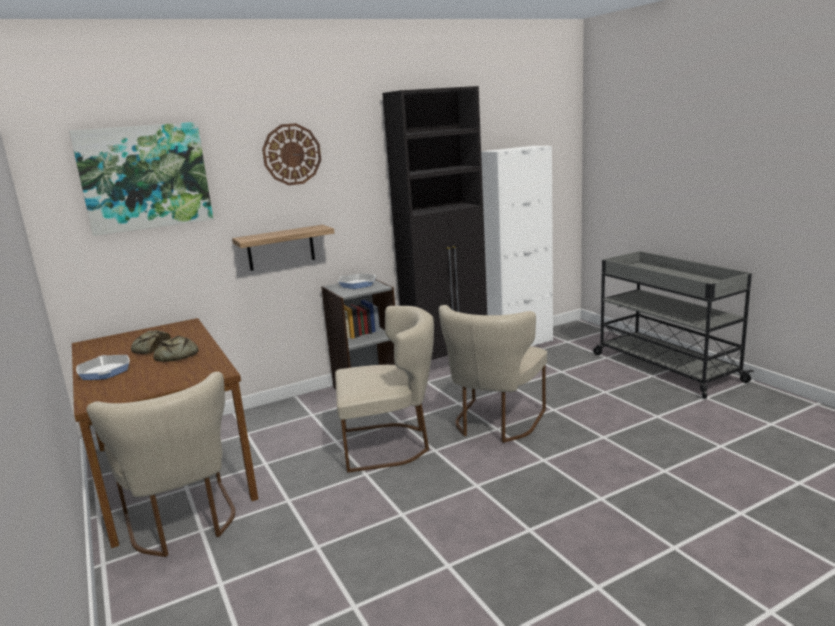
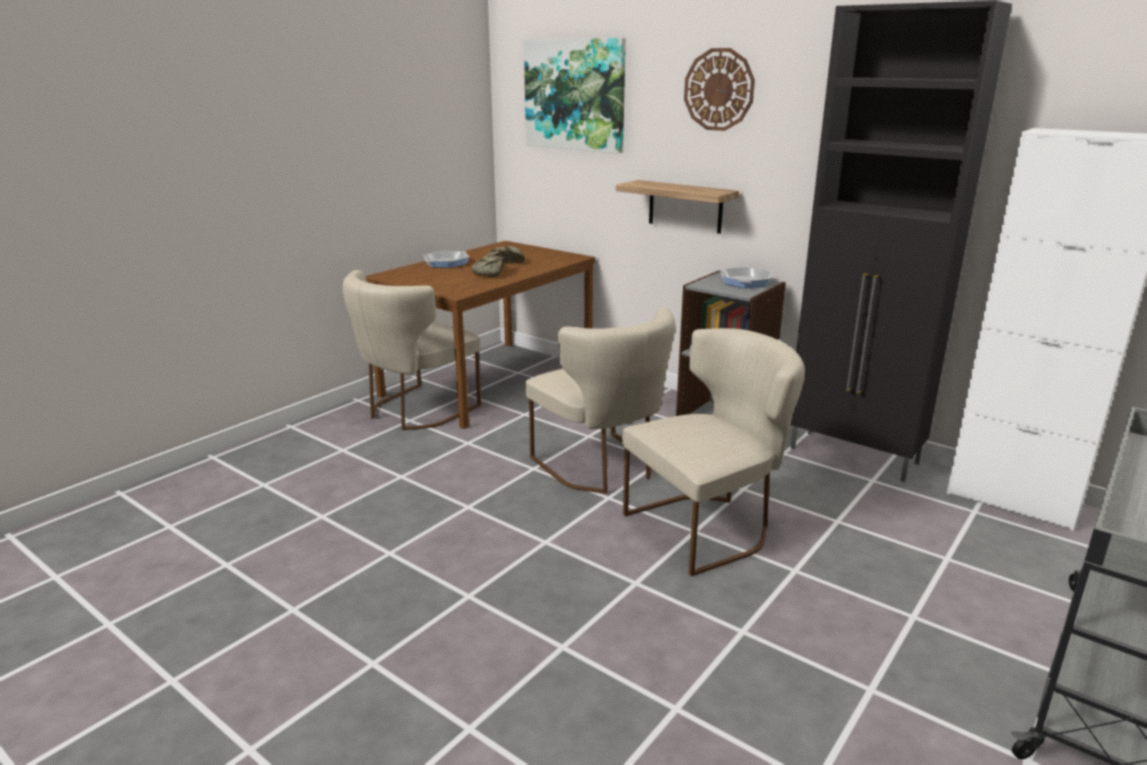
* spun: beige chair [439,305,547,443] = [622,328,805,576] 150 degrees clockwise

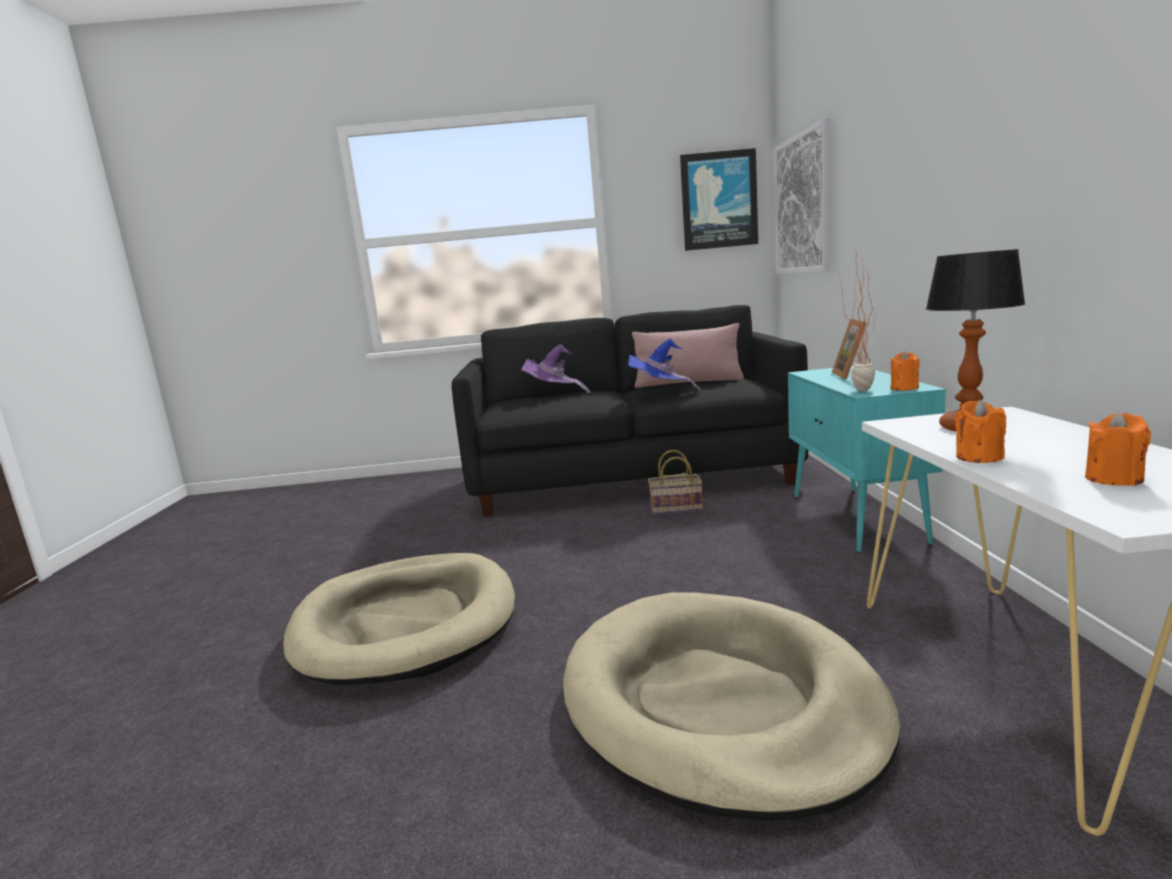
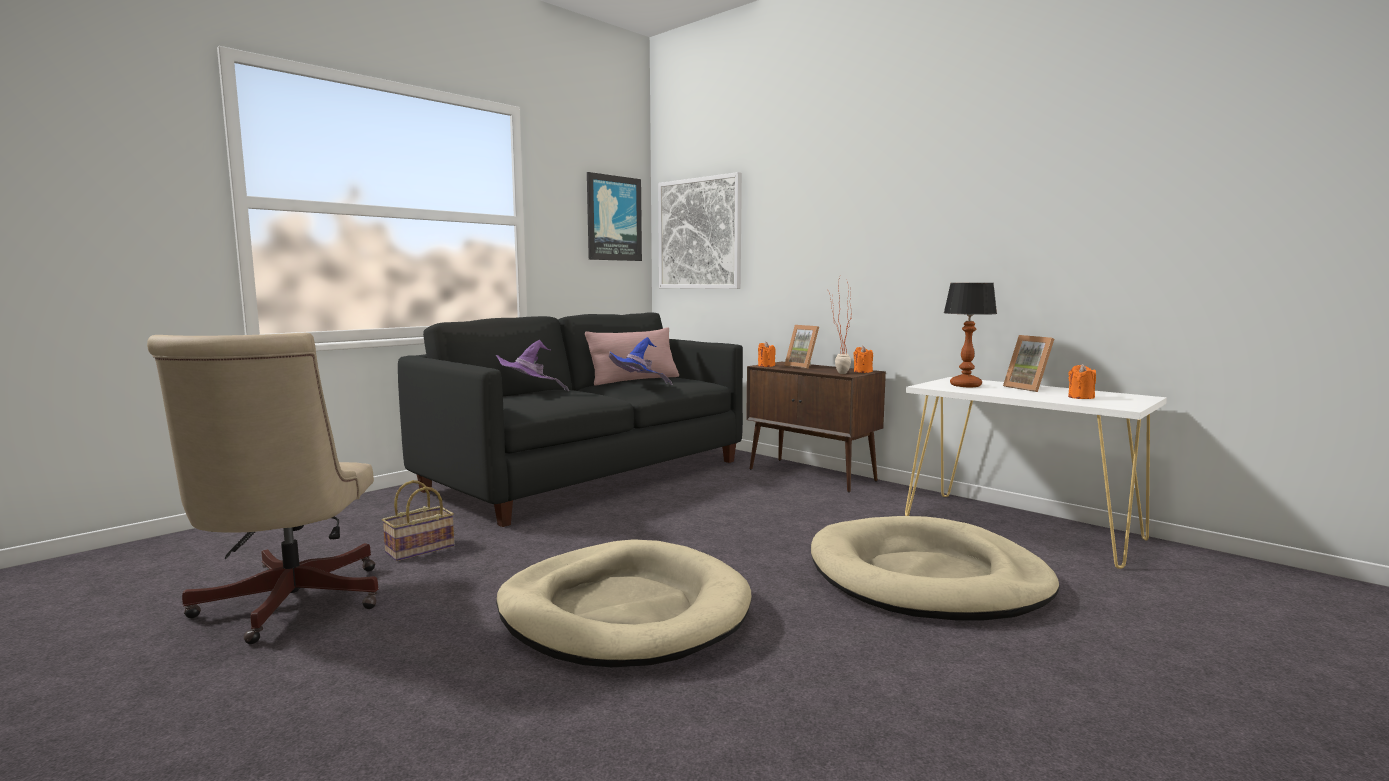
* appeared: beige office chair [147,333,379,644]
* relocated: basket [648,450,703,515] to [382,480,454,561]
* colour: turquoise cabinet [788,366,946,553] to brown cabinet [746,362,886,493]
* relocated: orange candle [955,400,1006,463] to [758,342,776,367]
* appeared: picture frame [1003,335,1054,392]

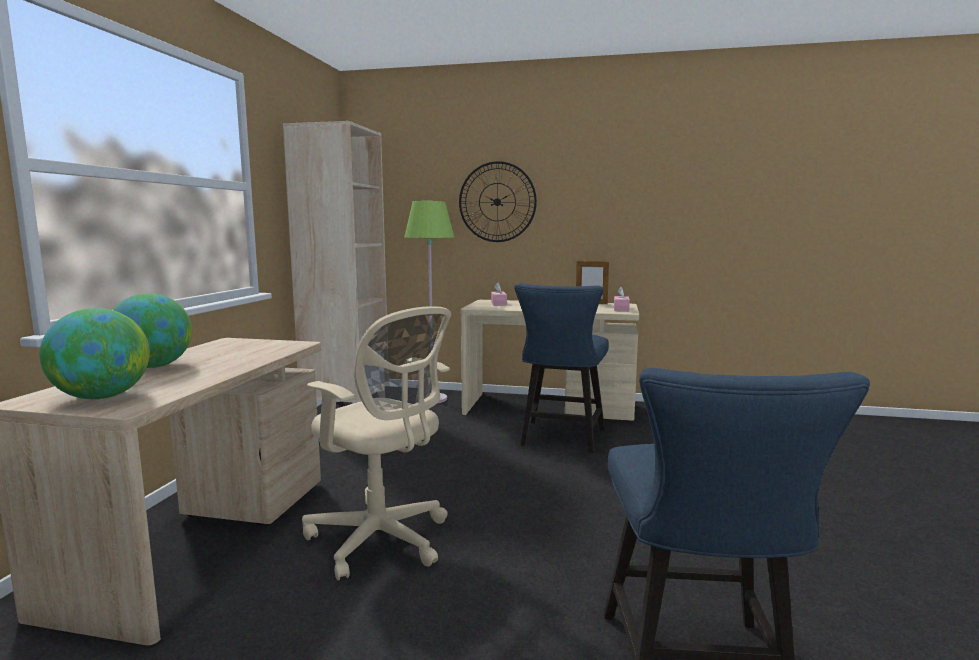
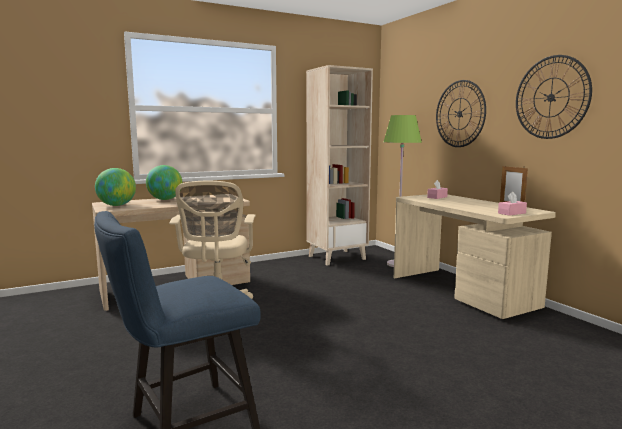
* appeared: wall clock [516,55,592,139]
* missing: blue chair [514,283,609,453]

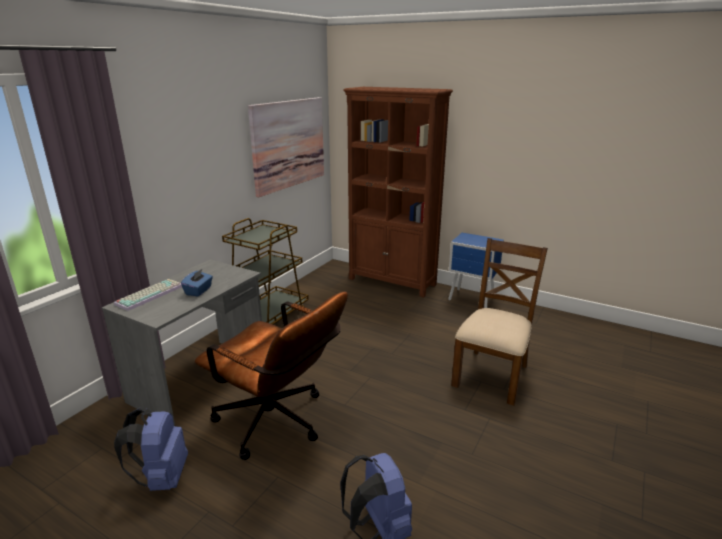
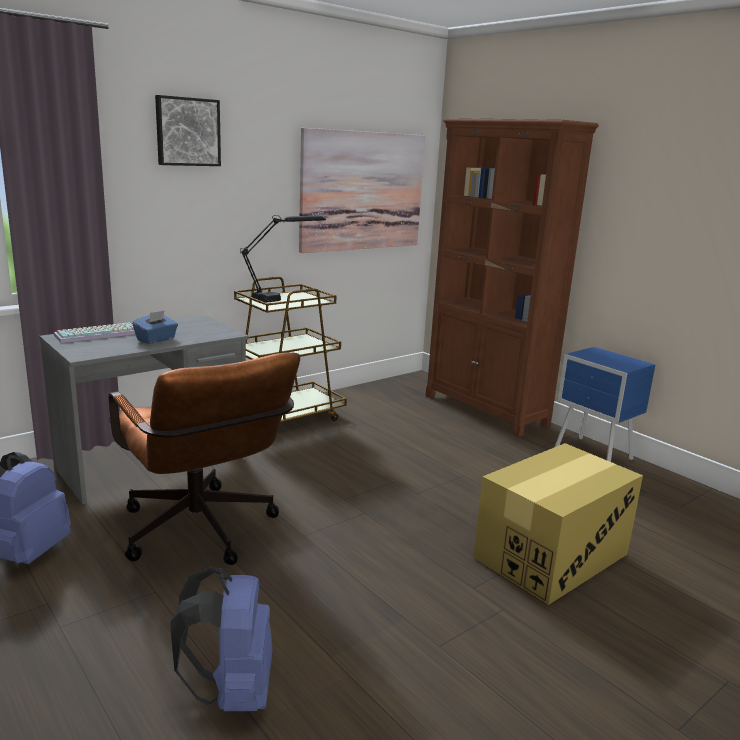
* appeared: picture [155,95,221,166]
* appeared: black table lamp [240,215,326,303]
* exchanged: brown chair [451,238,548,406] to cardboard box [473,443,643,605]

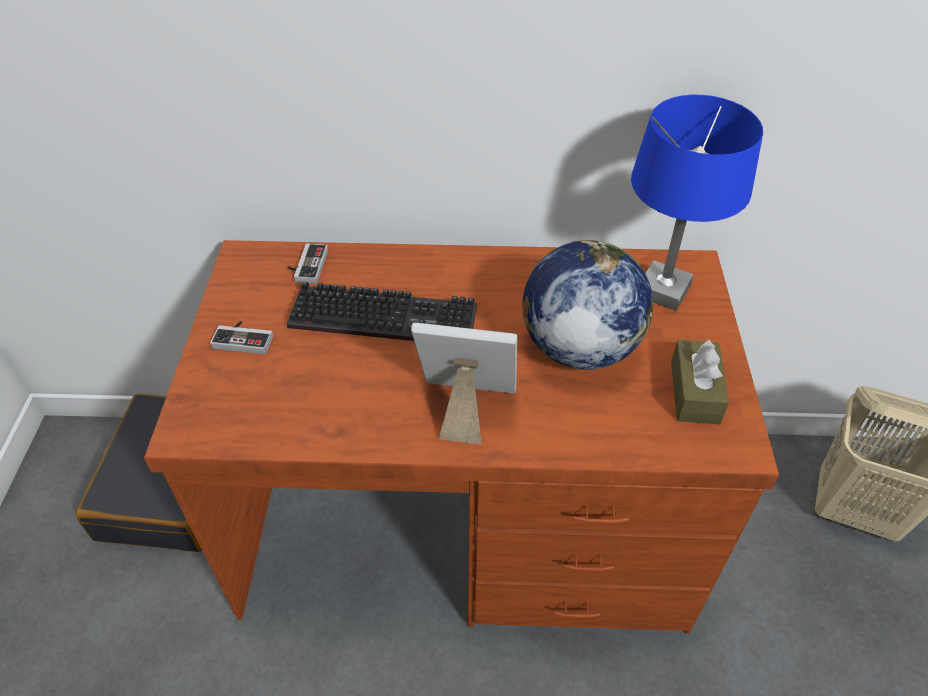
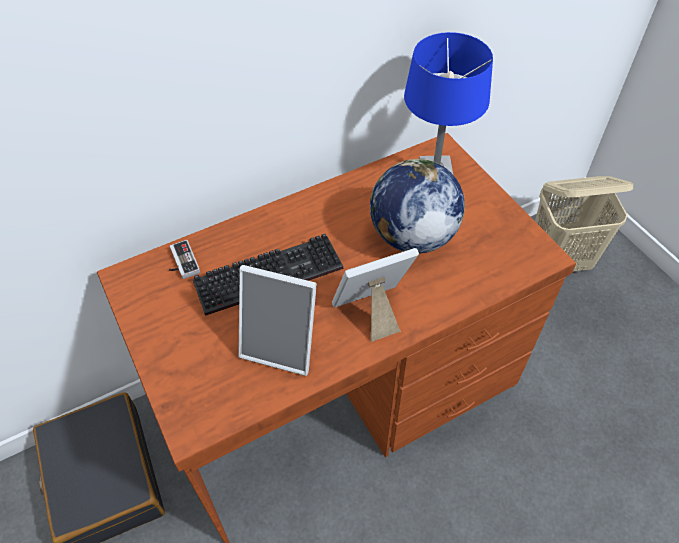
* appeared: picture frame [238,265,317,376]
* missing: game controller [210,321,273,354]
* missing: brown tissue box [671,340,729,425]

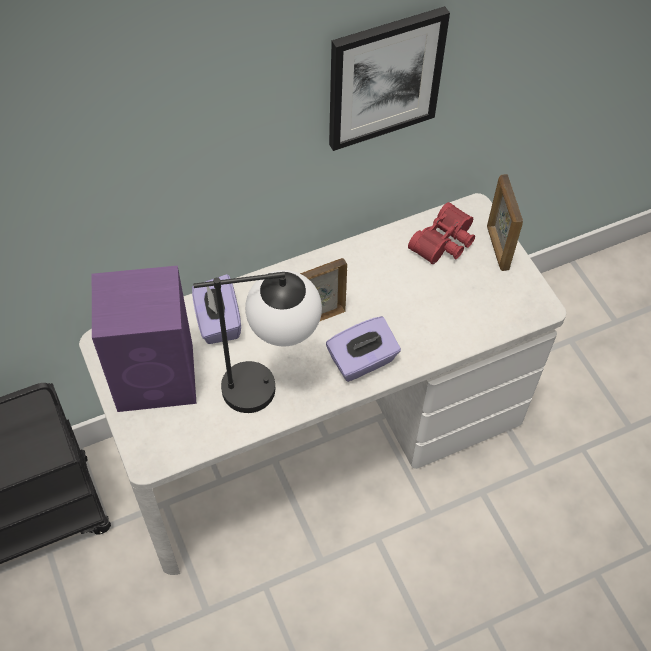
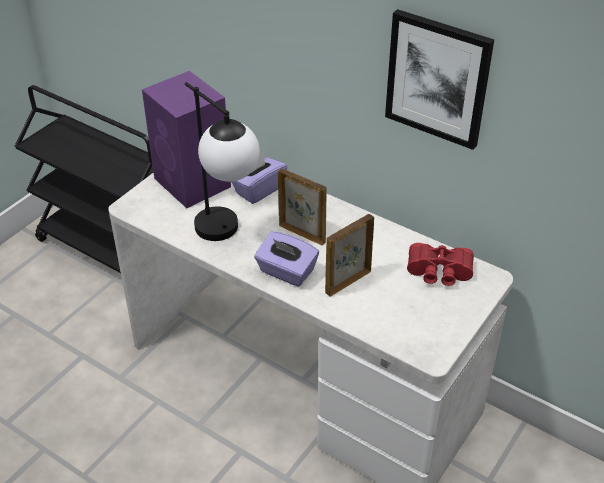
* relocated: picture frame [487,174,523,271] to [325,214,374,297]

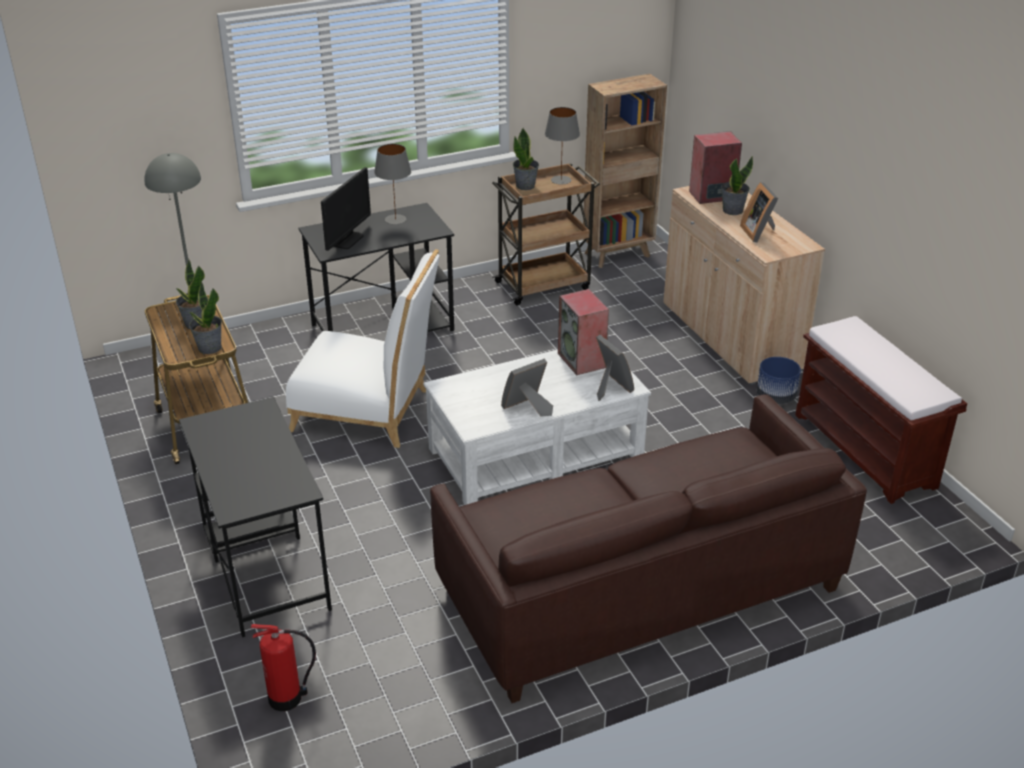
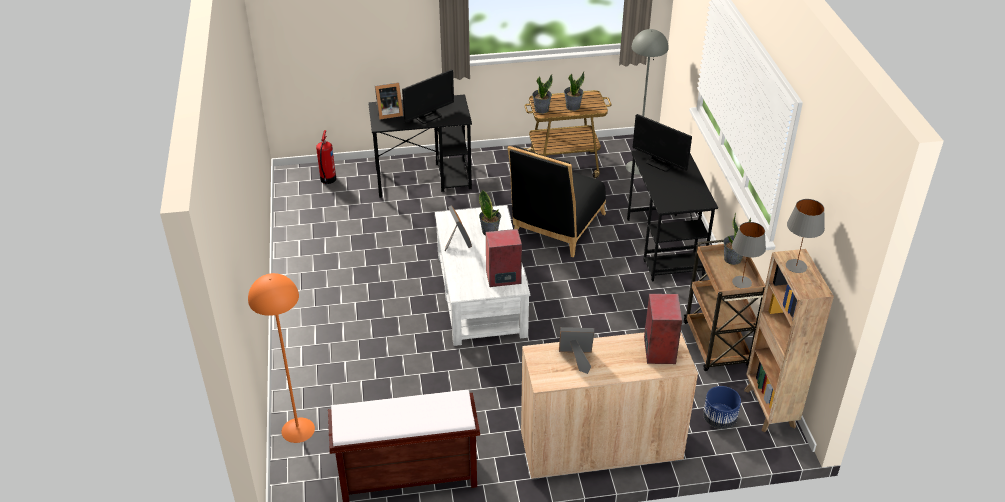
* appeared: orange floor lamp [248,273,315,443]
* relocated: picture frame [596,335,634,401] to [375,82,403,119]
* appeared: monitor [402,69,454,124]
* relocated: potted plant [721,156,753,215] to [479,190,501,236]
* colour: white chair [286,249,440,448] to black chair [507,146,606,257]
* relocated: blue planter [757,357,801,404] to [703,386,741,429]
* relocated: grey table lamp [374,144,411,224] to [786,199,825,273]
* missing: brown sofa [430,394,867,703]

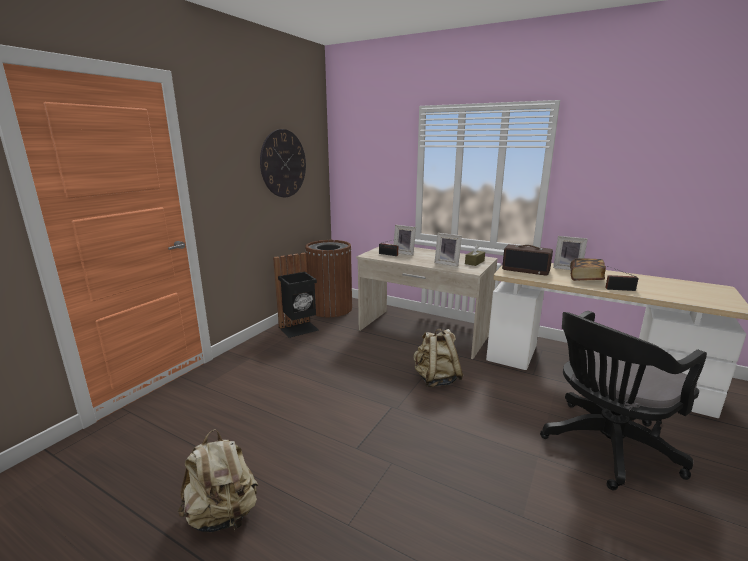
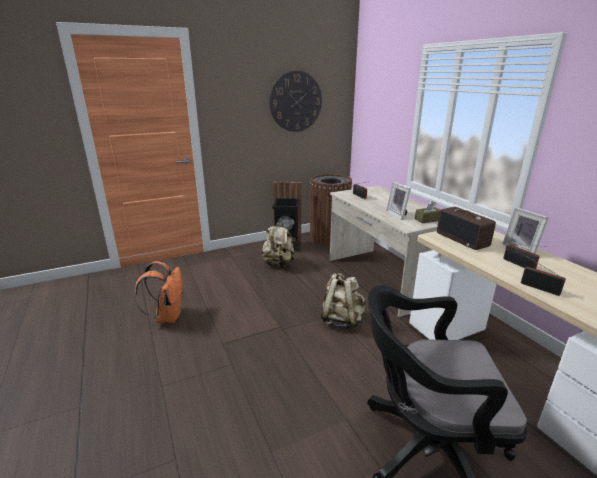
* appeared: orange backpack [134,261,183,323]
* relocated: beige backpack [177,429,259,532] to [262,221,295,268]
* exchanged: book [570,259,606,281] to radio [503,244,546,269]
* missing: picture frame [393,225,416,255]

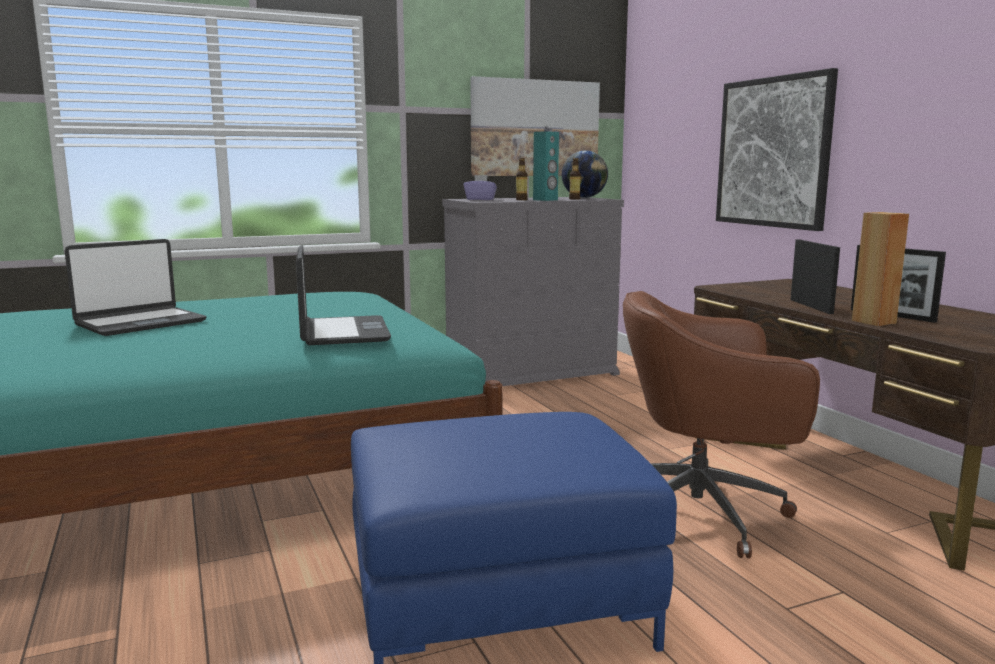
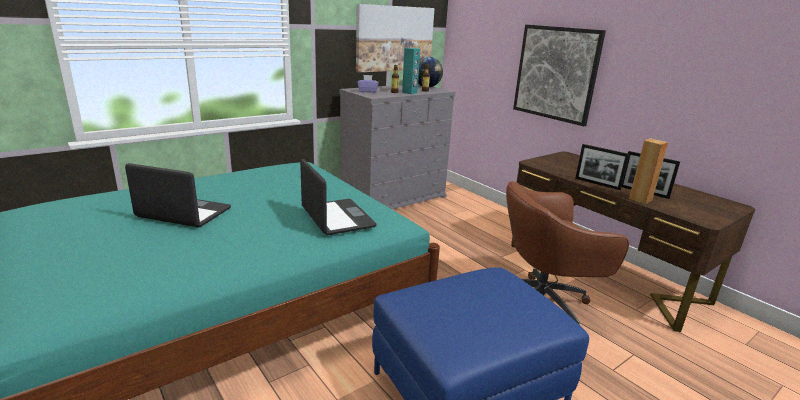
* spun: laptop [65,239,206,336] = [125,163,231,228] 105 degrees counterclockwise
* spun: picture frame [791,240,840,314] = [575,144,630,190] 150 degrees clockwise

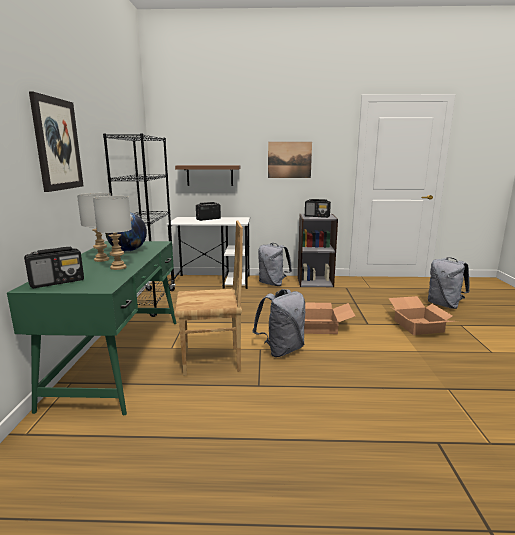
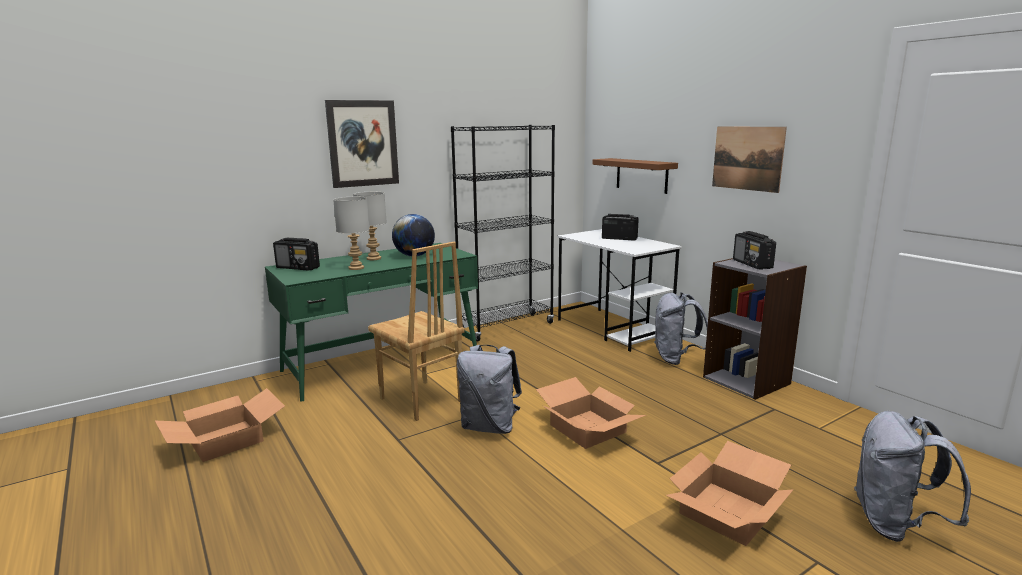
* appeared: cardboard box [155,388,285,462]

